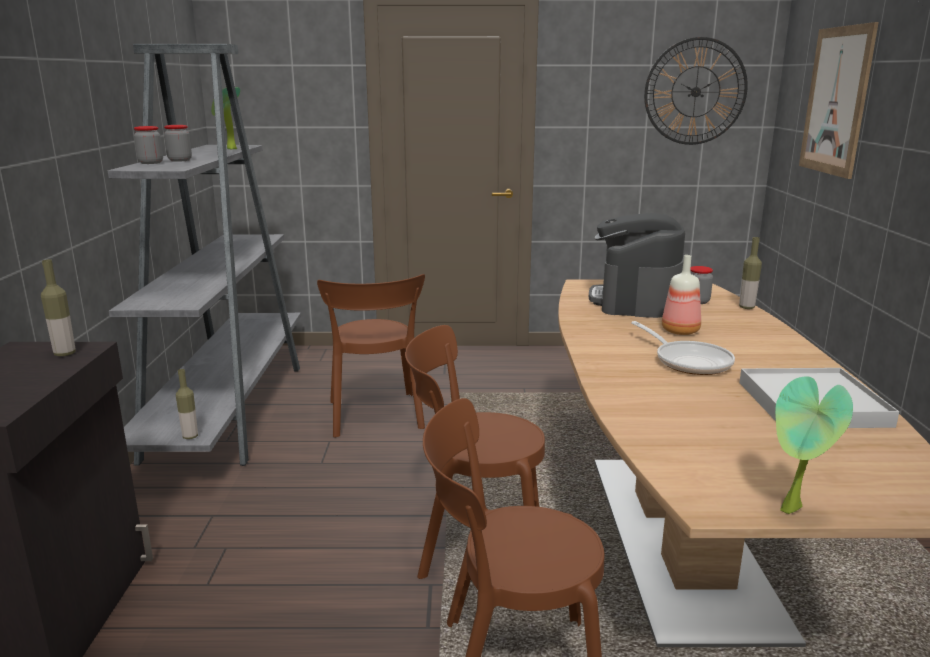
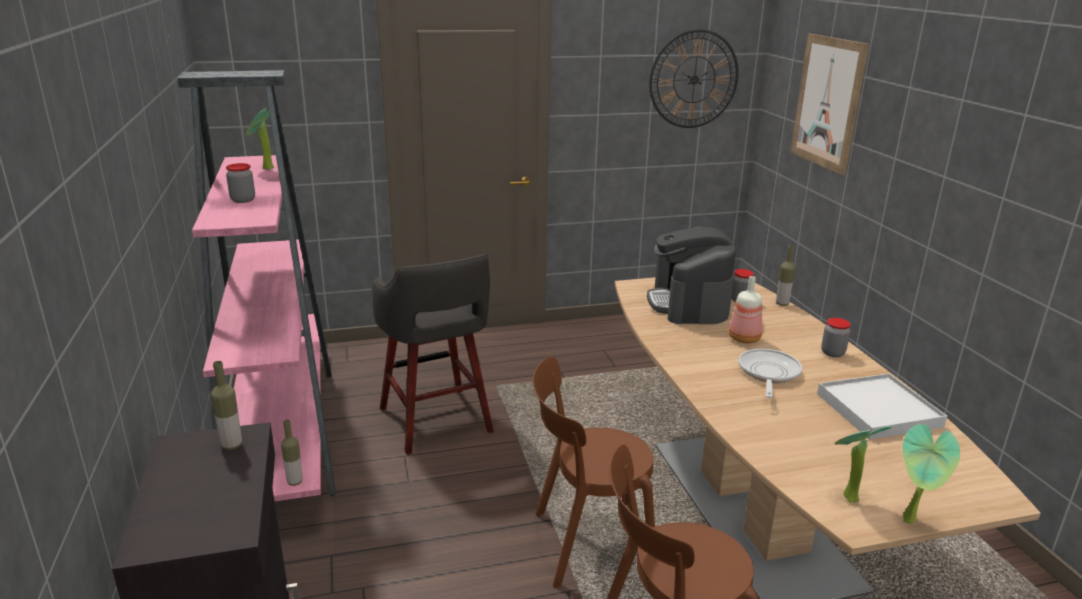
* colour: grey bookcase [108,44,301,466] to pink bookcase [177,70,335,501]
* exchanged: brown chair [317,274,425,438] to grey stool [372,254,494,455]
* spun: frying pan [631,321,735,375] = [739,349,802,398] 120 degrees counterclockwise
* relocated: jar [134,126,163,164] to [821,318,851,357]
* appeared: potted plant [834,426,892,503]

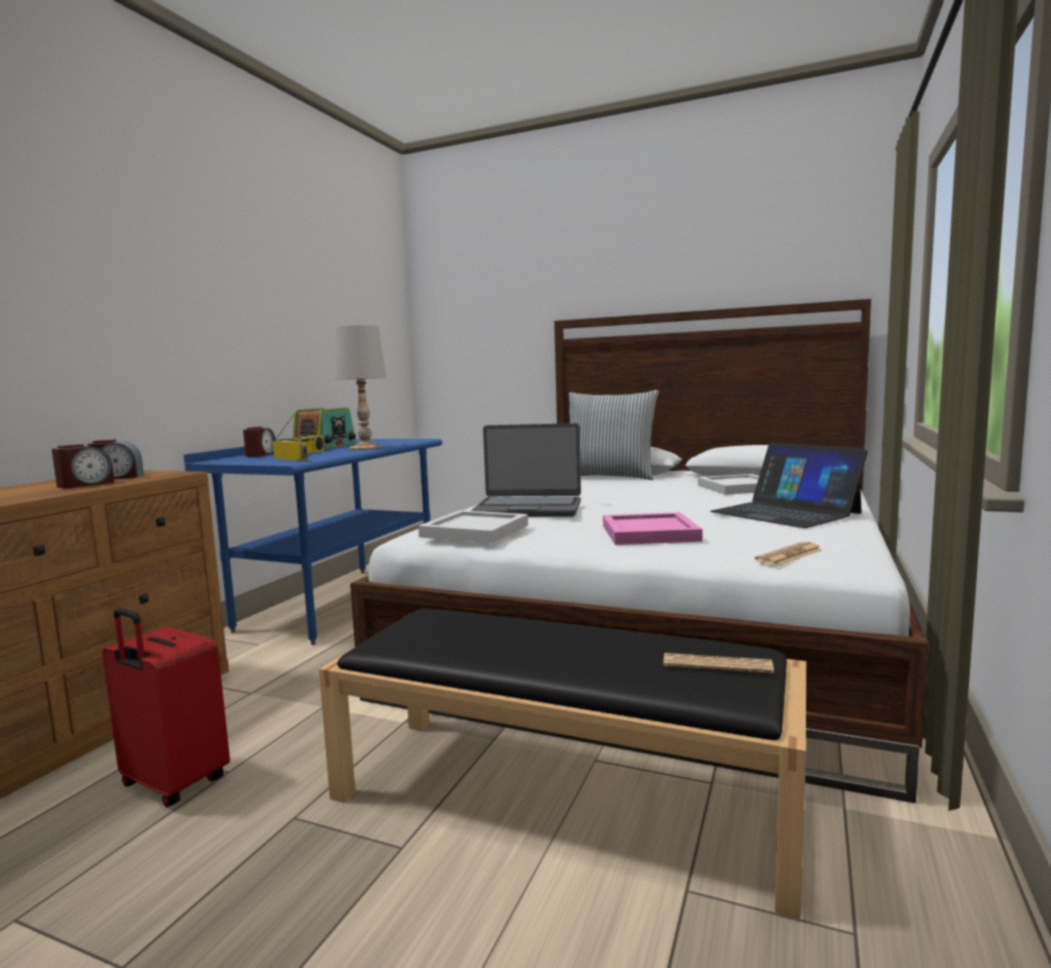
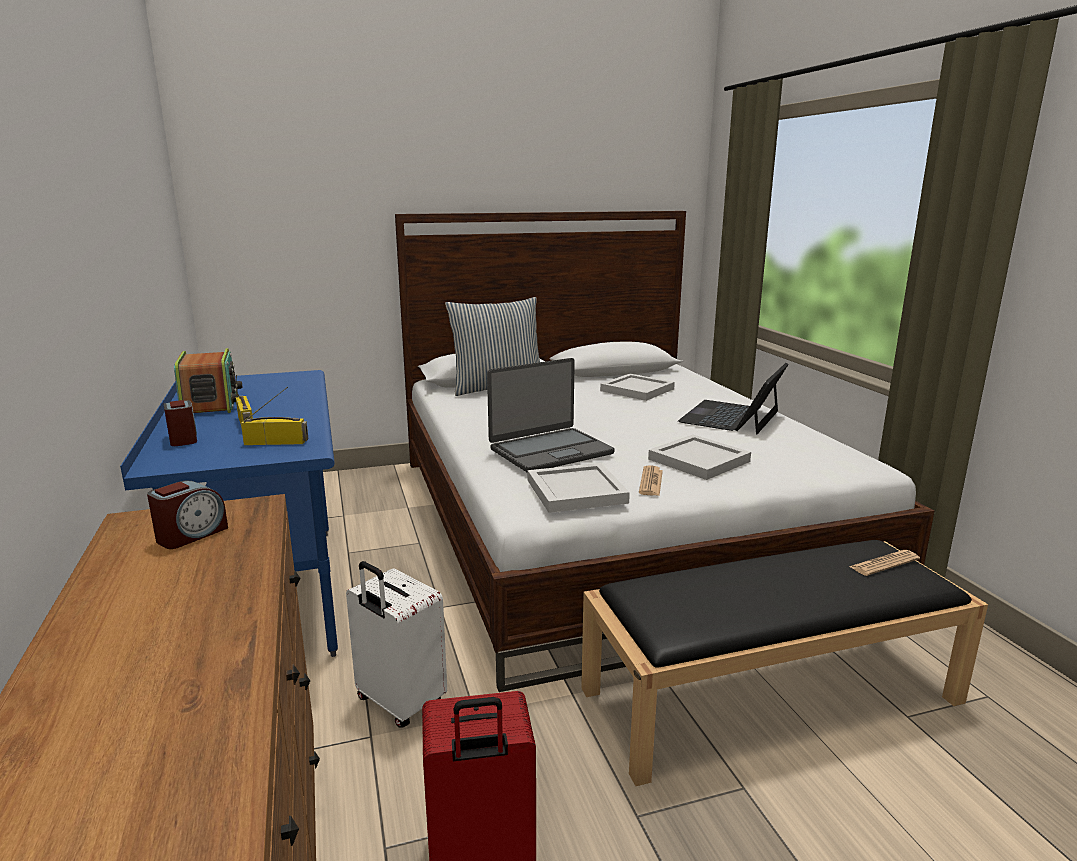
* appeared: white suitcase [346,561,447,727]
* relocated: newspaper [755,542,822,566] to [639,465,663,496]
* colour: pink tray [603,512,703,545] to white tray [648,435,751,480]
* spun: laptop [710,443,868,528] = [678,363,789,435] 105 degrees clockwise
* missing: alarm clock [52,444,114,489]
* missing: white table lamp [335,325,386,450]

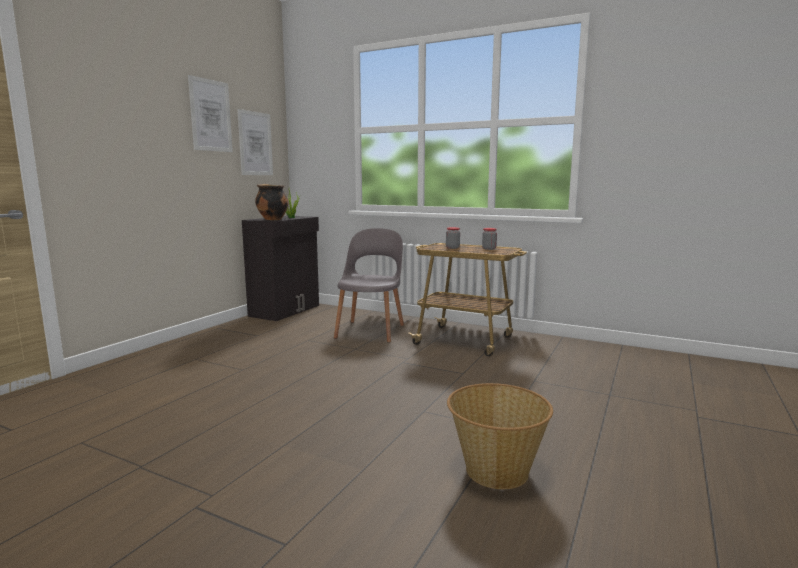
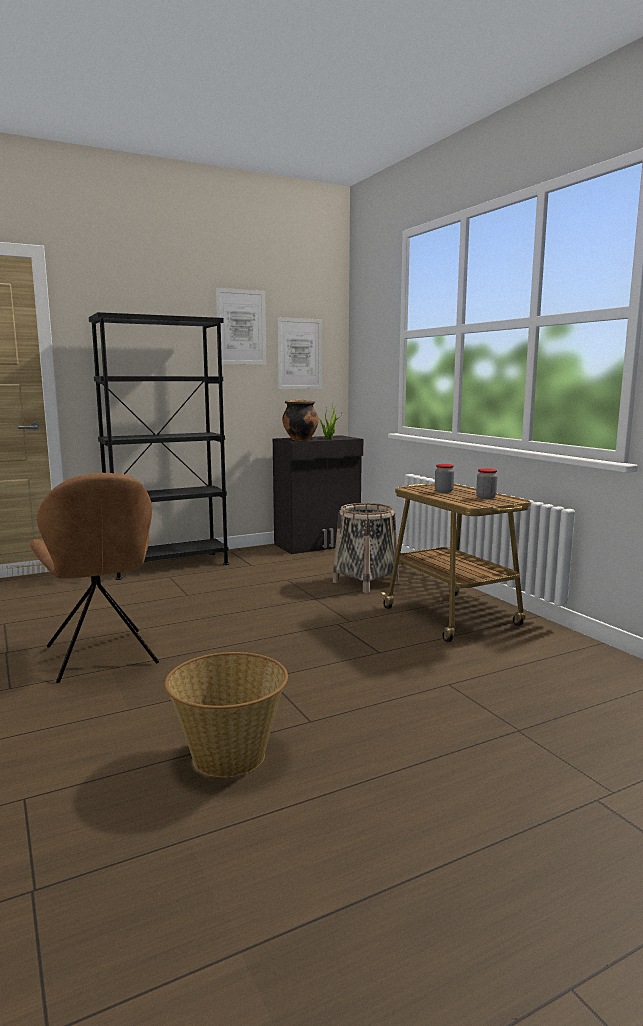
* appeared: brown chair [30,473,159,683]
* appeared: black bookcase [89,312,229,580]
* exchanged: grey chair [334,228,404,343] to basket [333,503,399,593]

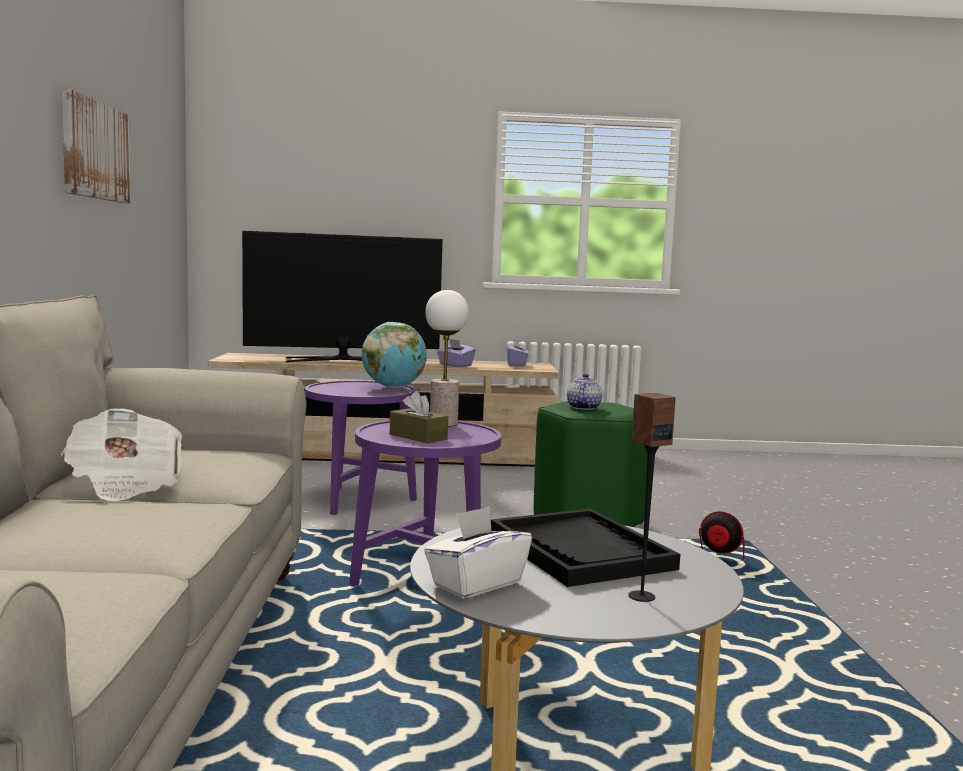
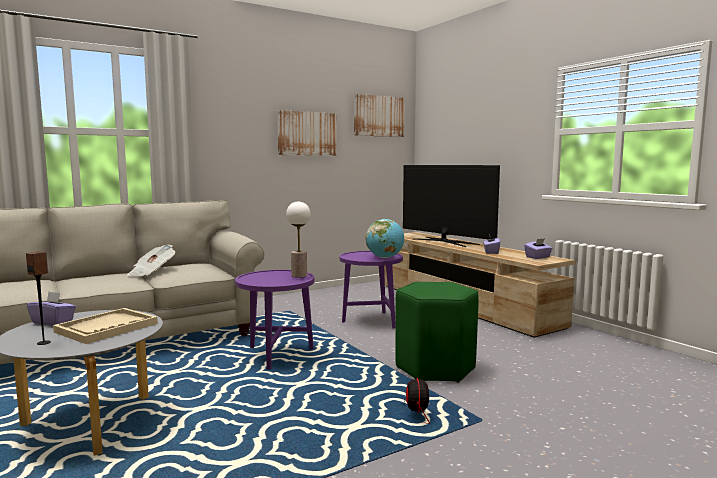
* colour: white tissue box [424,506,532,599] to purple tissue box [27,292,76,326]
* colour: black tray [491,509,680,587] to beige tray [53,308,158,344]
* appeared: picture [354,94,405,137]
* missing: brown tissue box [390,391,448,443]
* missing: teapot [567,374,602,410]

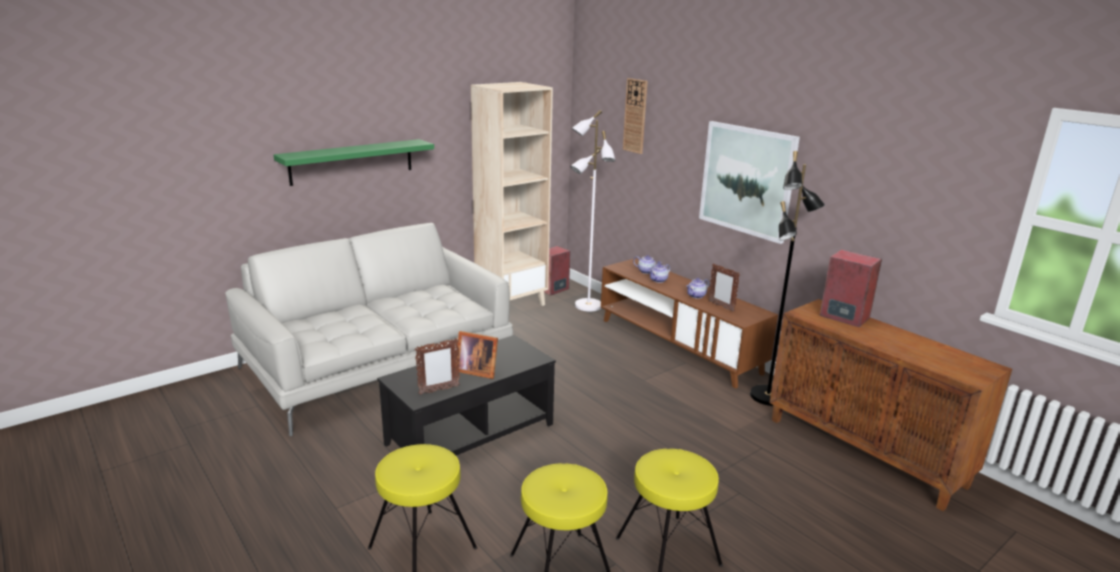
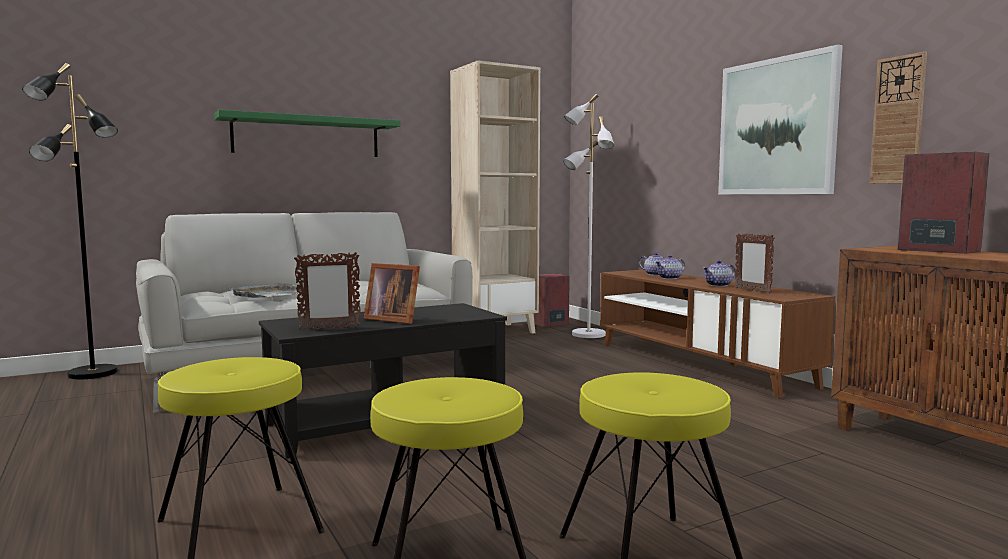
* relocated: black floor lamp [750,151,825,406] to [22,63,118,379]
* appeared: grey tray [229,283,302,298]
* relocated: wall clock [623,78,648,154] to [870,52,927,184]

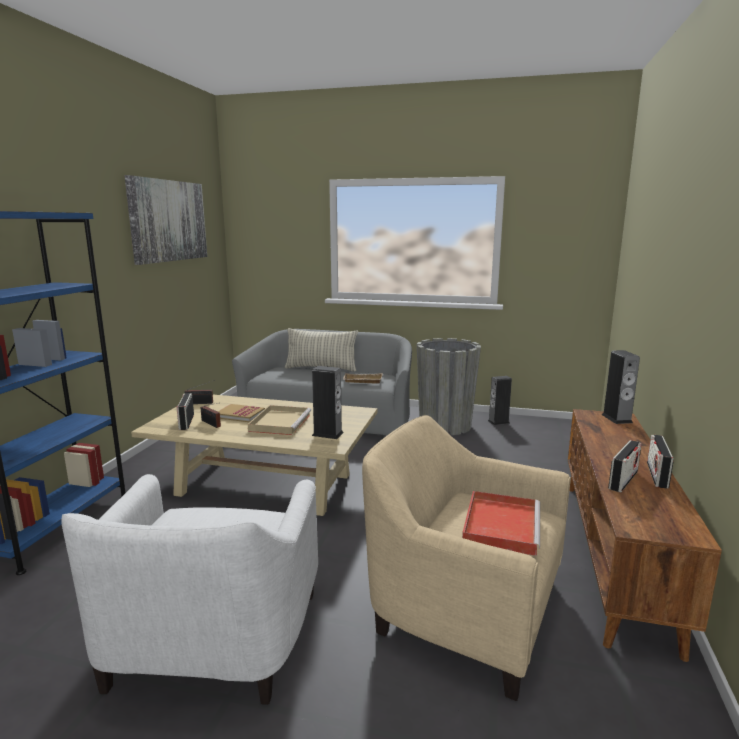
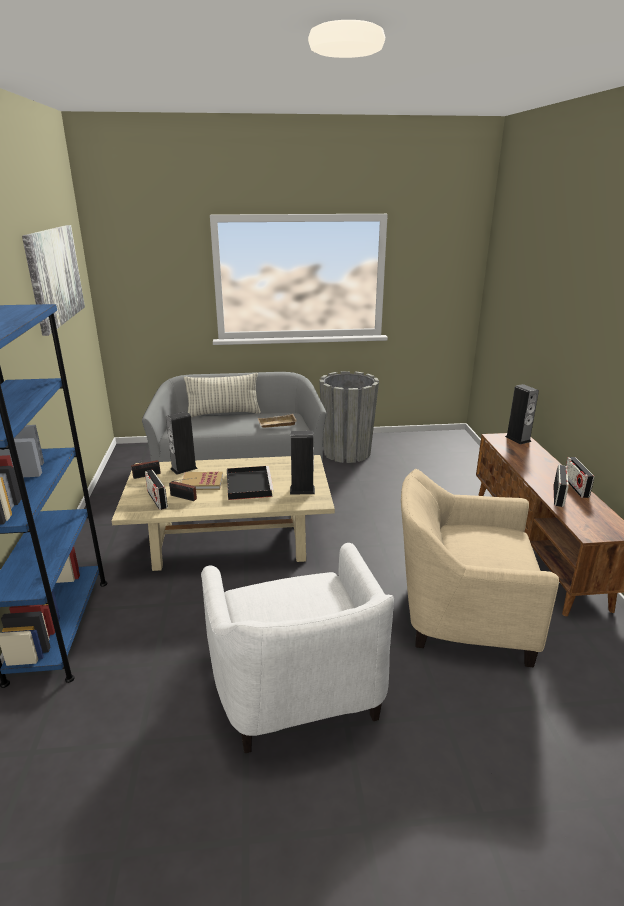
* relocated: speaker [488,376,512,425] to [166,411,198,475]
* colour: beige tray [248,405,311,435] to black tray [227,466,274,500]
* missing: red tray [462,491,540,556]

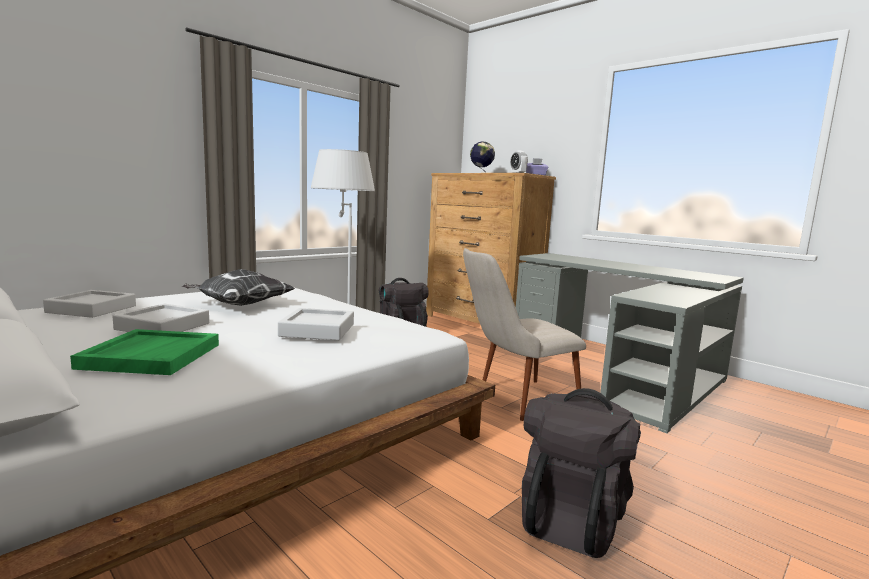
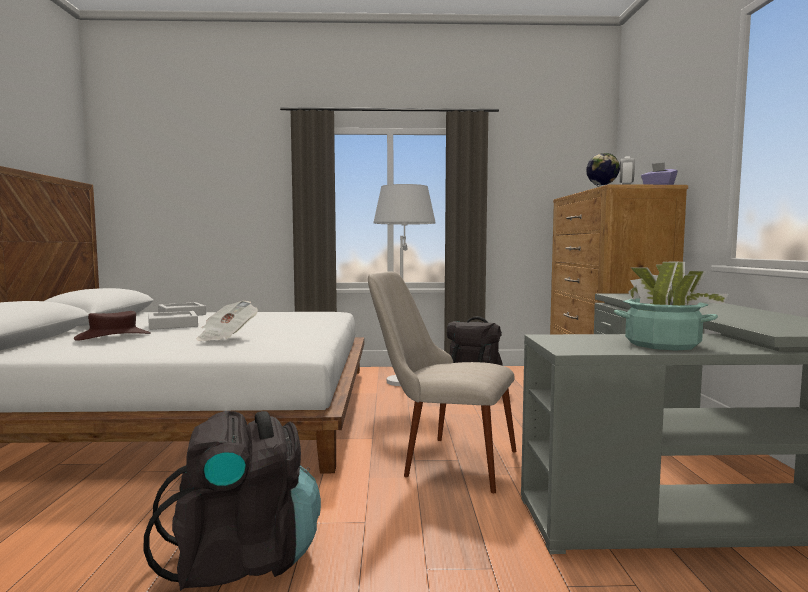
* exchanged: green tray [70,329,219,375] to brown hat [74,311,151,341]
* exchanged: grey tray [278,308,354,340] to newspaper [197,301,258,341]
* appeared: potted plant [614,262,728,351]
* missing: pillow [182,269,295,306]

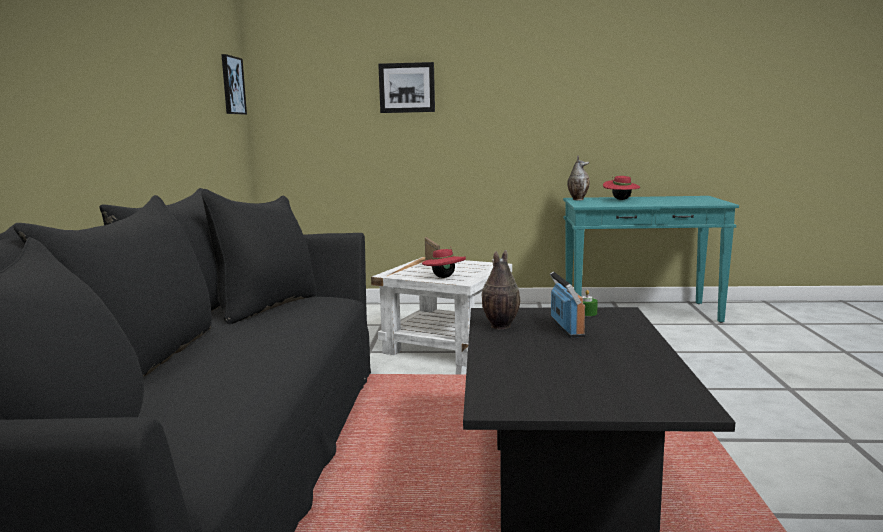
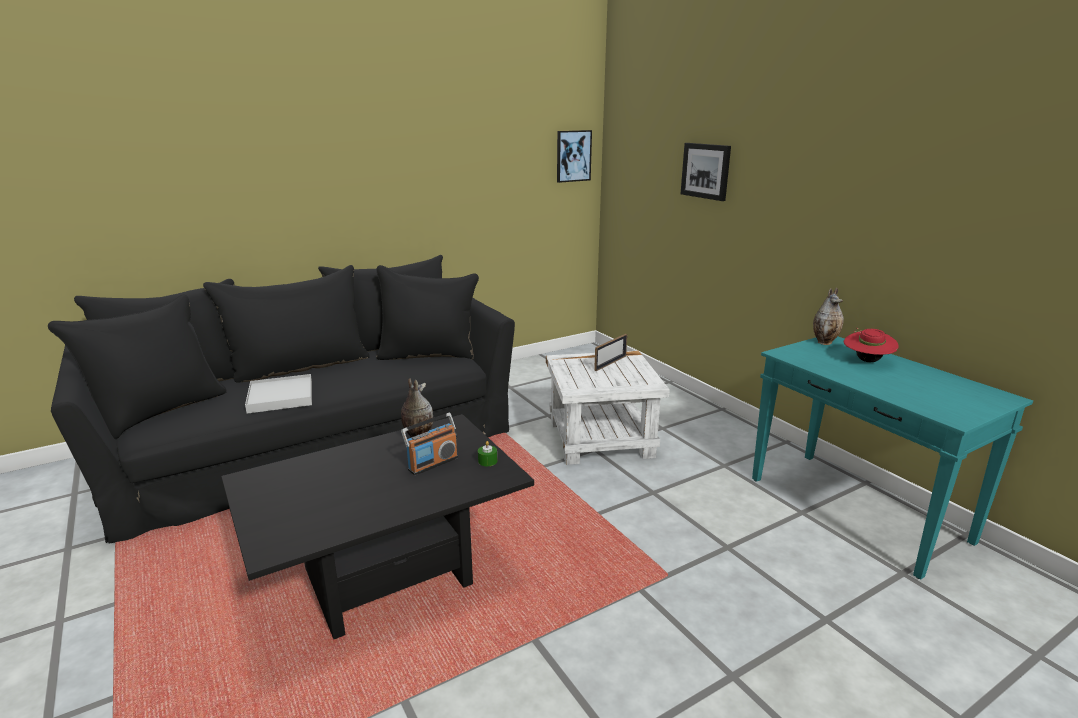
* appeared: white tray [245,374,312,414]
* missing: red hat [422,247,466,278]

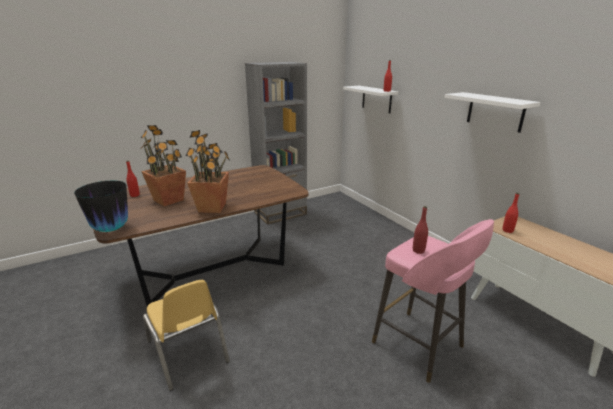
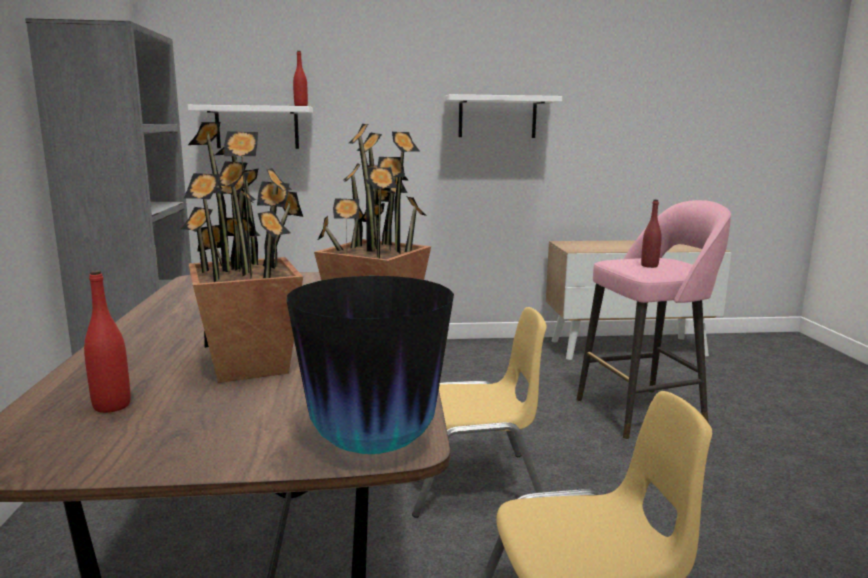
* appeared: yellow chair [412,307,547,518]
* missing: red bottle [503,193,519,233]

